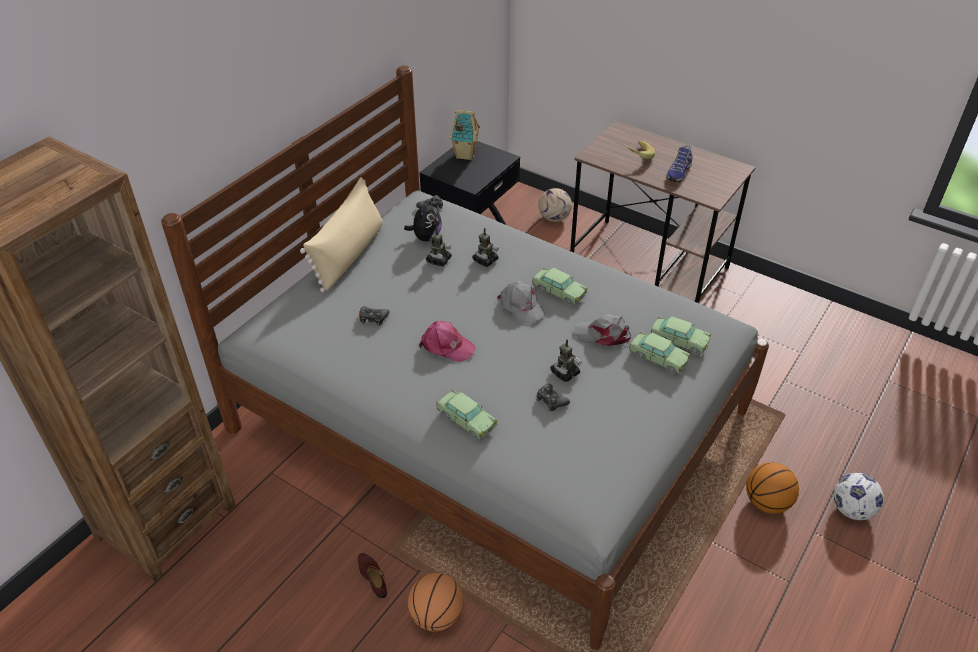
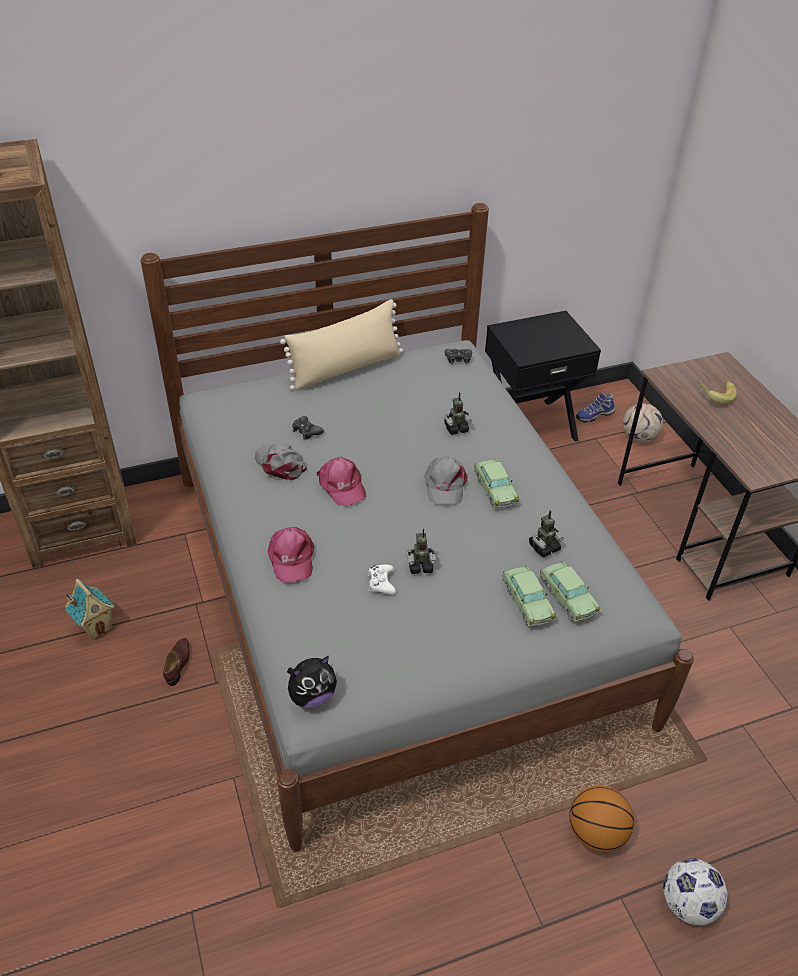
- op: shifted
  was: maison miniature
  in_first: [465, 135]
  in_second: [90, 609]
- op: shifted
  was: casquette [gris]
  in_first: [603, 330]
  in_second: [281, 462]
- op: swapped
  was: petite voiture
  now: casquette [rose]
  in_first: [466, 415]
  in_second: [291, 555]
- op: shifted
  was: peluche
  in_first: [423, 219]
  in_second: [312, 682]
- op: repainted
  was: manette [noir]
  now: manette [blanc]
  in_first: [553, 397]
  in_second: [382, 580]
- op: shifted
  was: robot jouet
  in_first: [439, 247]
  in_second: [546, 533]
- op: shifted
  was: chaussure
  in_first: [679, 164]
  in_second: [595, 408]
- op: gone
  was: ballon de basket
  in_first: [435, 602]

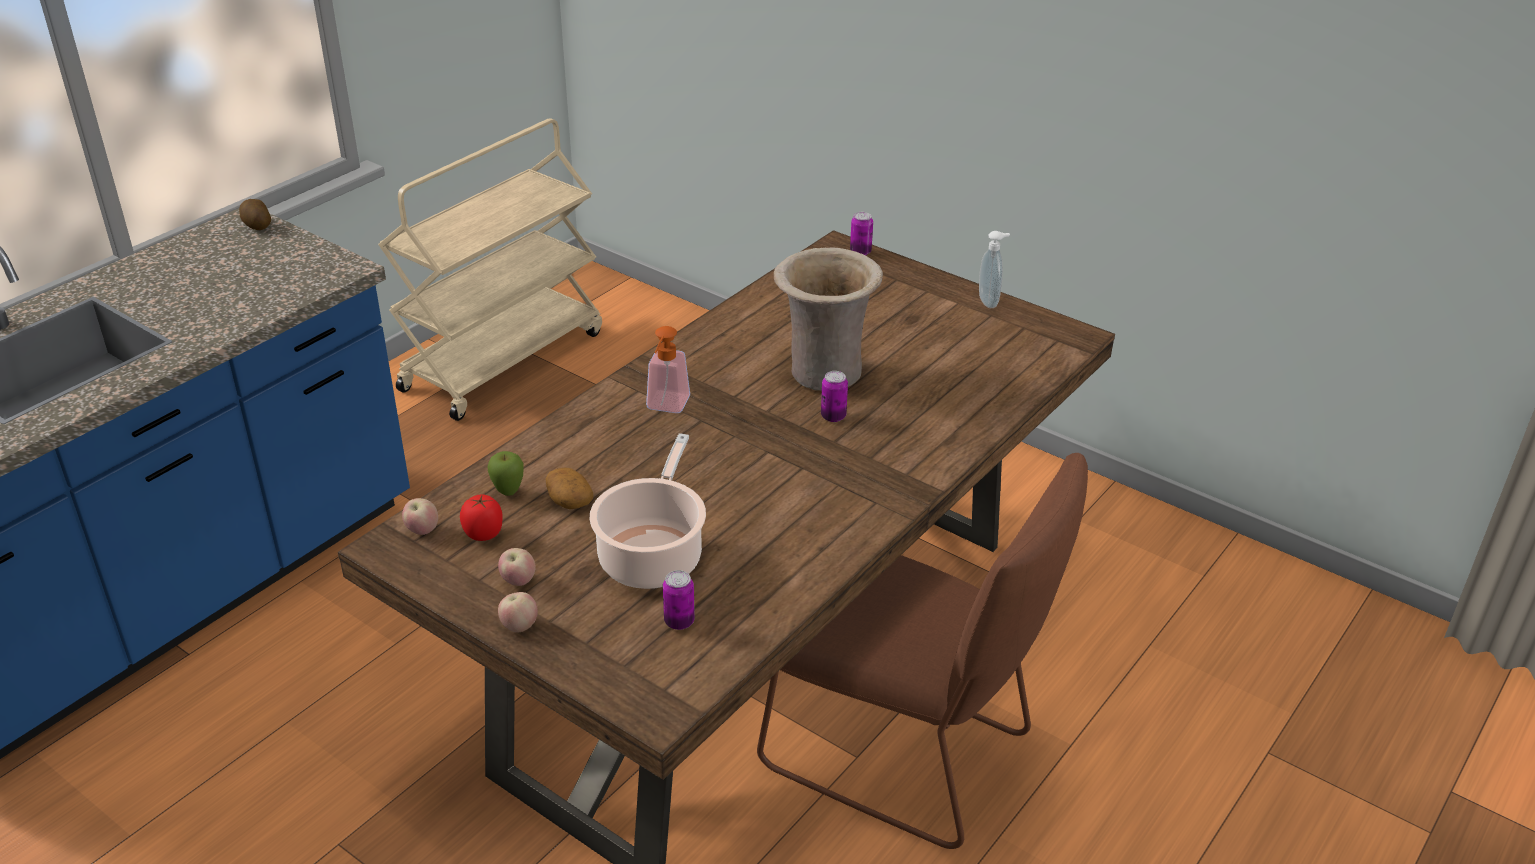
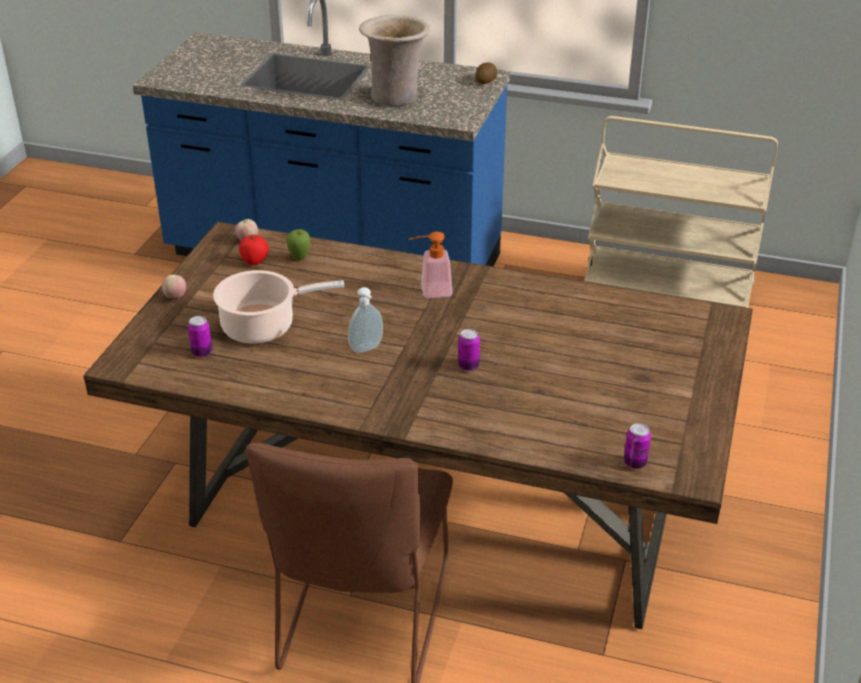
- op: shifted
  was: distributeur de savon
  in_first: [994, 269]
  in_second: [365, 320]
- op: shifted
  was: vase [beige]
  in_first: [828, 319]
  in_second: [394, 61]
- op: shifted
  was: boîte métallique
  in_first: [861, 233]
  in_second: [637, 446]
- op: gone
  was: pomme
  in_first: [517, 567]
- op: gone
  was: pomme de terre
  in_first: [570, 488]

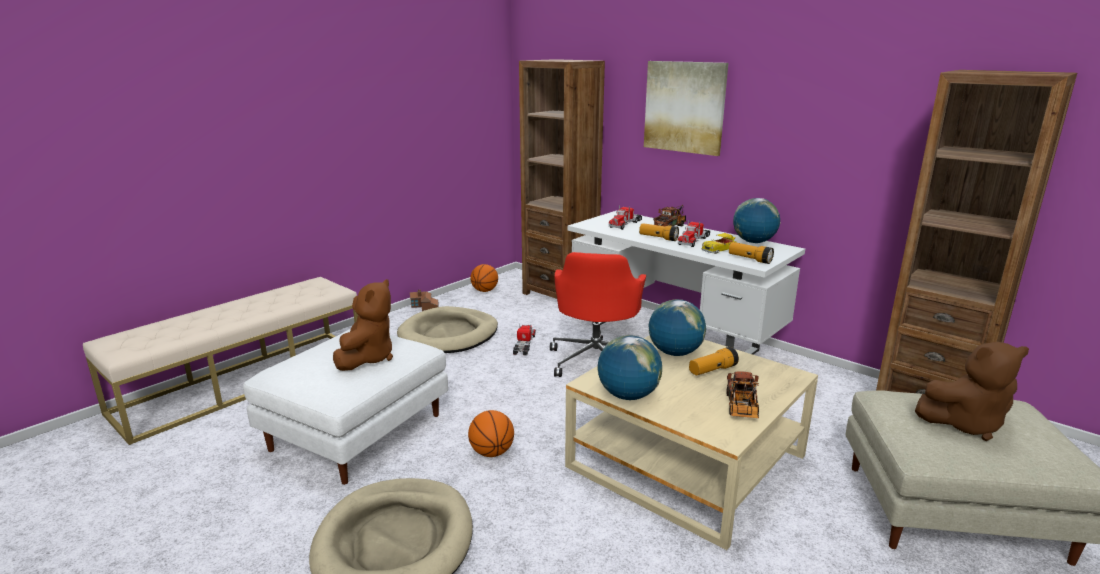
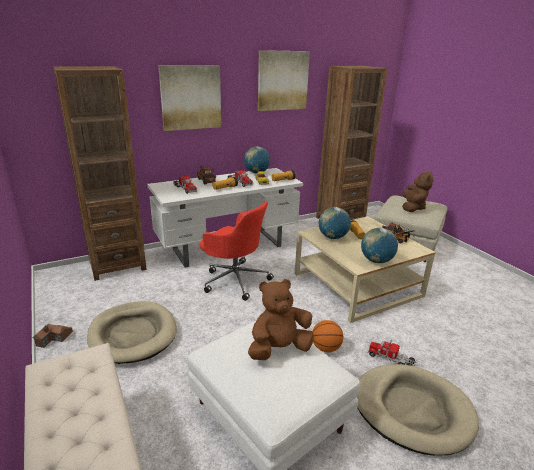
- op: rotated
  was: peluche [marron]
  in_first: [363, 325]
  in_second: [281, 319]
  clockwise: -60
- op: new
  now: tableau
  in_second: [284, 80]
- op: shifted
  was: camion jouet
  in_first: [524, 340]
  in_second: [392, 353]
- op: gone
  was: ballon de basket
  in_first: [484, 278]

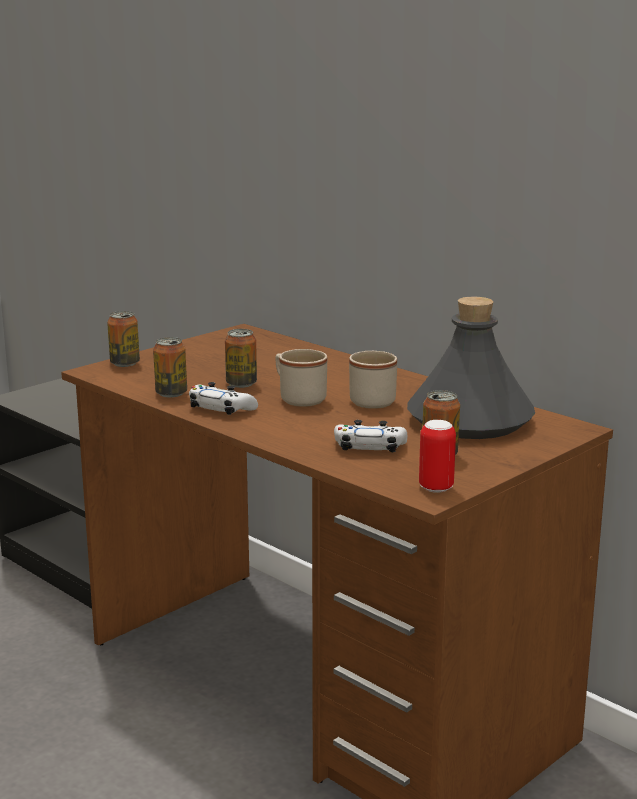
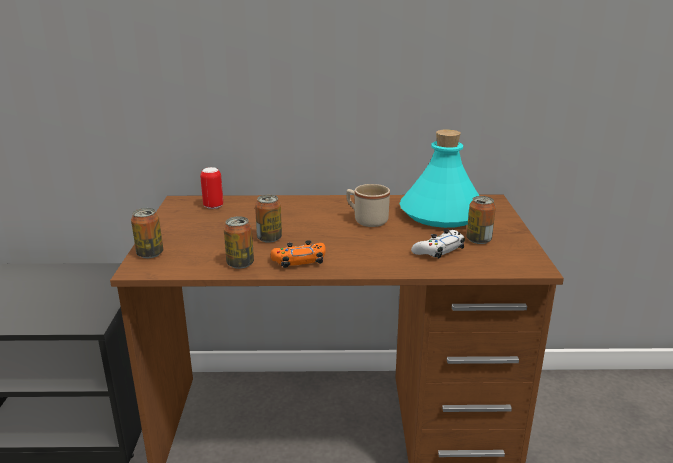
- op: shifted
  was: boîte métallique
  in_first: [437, 456]
  in_second: [211, 188]
- op: repainted
  was: manette [blanc]
  now: manette [orange]
  in_first: [223, 398]
  in_second: [298, 254]
- op: repainted
  was: bouteille [gris]
  now: bouteille [turquoise]
  in_first: [471, 368]
  in_second: [439, 178]
- op: gone
  was: mug [beige]
  in_first: [301, 378]

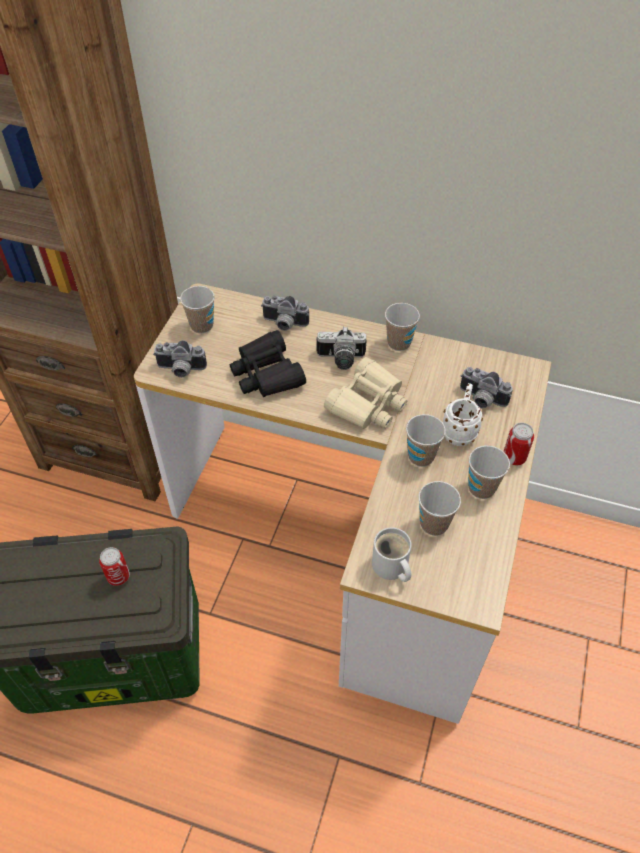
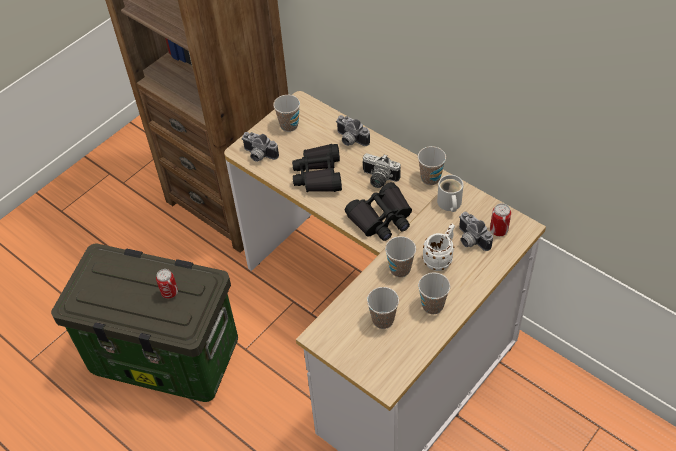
- op: repainted
  was: jumelles [beige]
  now: jumelles [noir]
  in_first: [365, 393]
  in_second: [378, 211]
- op: shifted
  was: mug [blanc]
  in_first: [392, 554]
  in_second: [450, 193]
- op: shifted
  was: boîte métallique
  in_first: [518, 444]
  in_second: [500, 219]

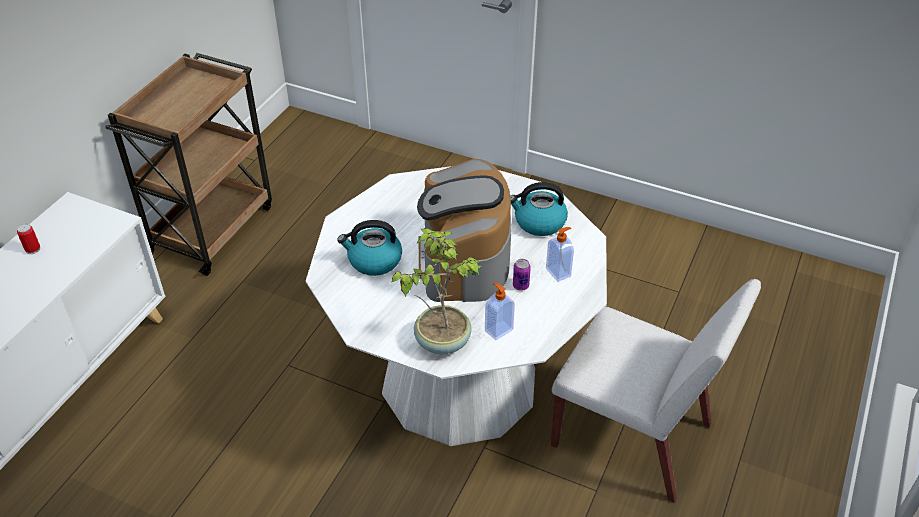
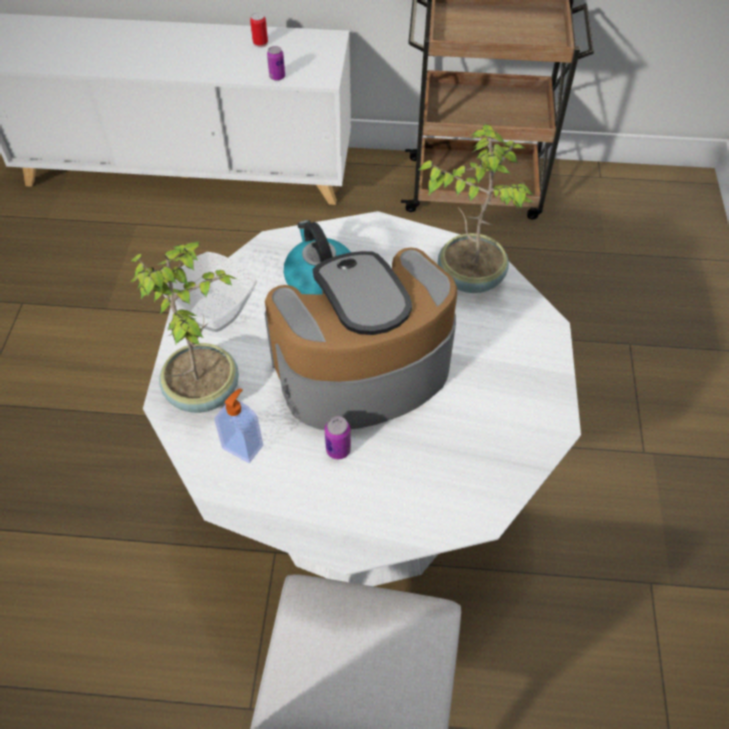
- op: new
  now: bol
  in_second: [210, 292]
- op: new
  now: boîte métallique
  in_second: [276, 63]
- op: new
  now: plante en pot
  in_second: [476, 208]
- op: gone
  was: bouilloire
  in_first: [539, 209]
- op: gone
  was: distributeur de savon
  in_first: [560, 254]

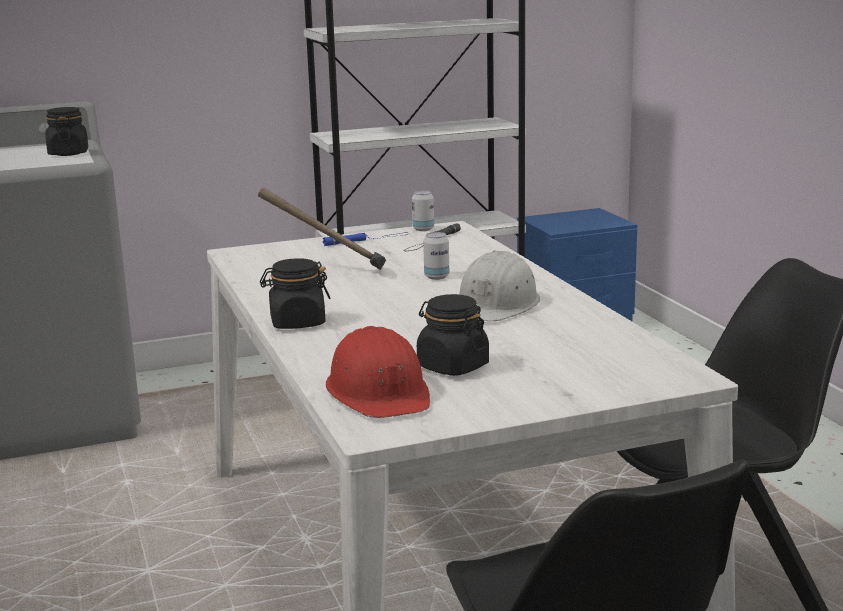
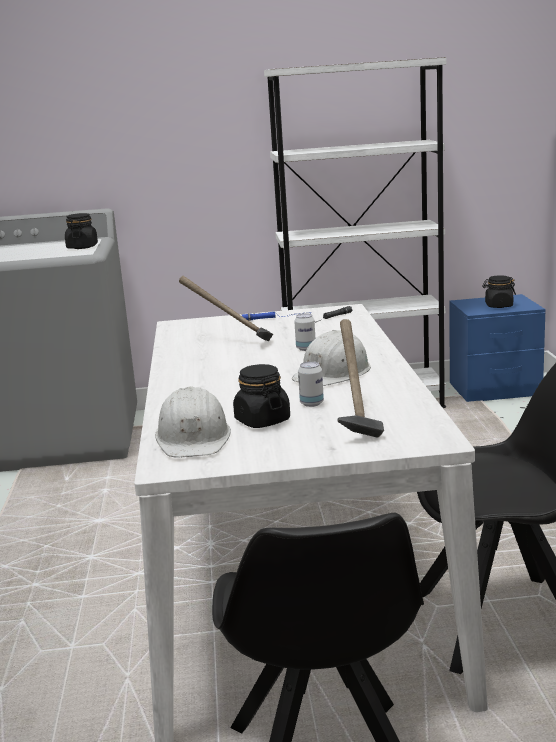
- op: repainted
  was: casque de chantier [rouge]
  now: casque de chantier [blanc]
  in_first: [378, 372]
  in_second: [193, 421]
- op: shifted
  was: boîte métallique
  in_first: [423, 210]
  in_second: [311, 384]
- op: new
  now: marteau
  in_second: [360, 378]
- op: shifted
  was: bocal [noir]
  in_first: [295, 293]
  in_second: [499, 291]

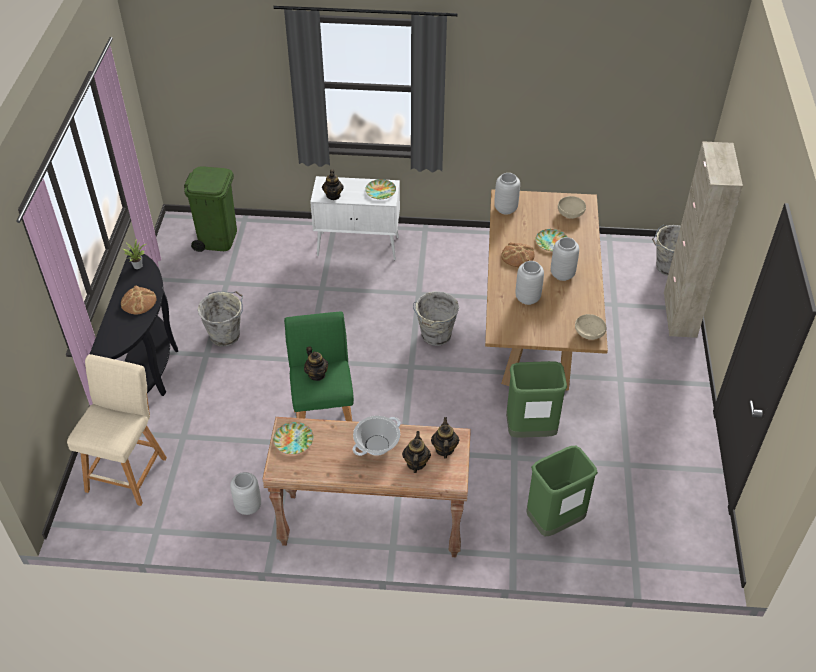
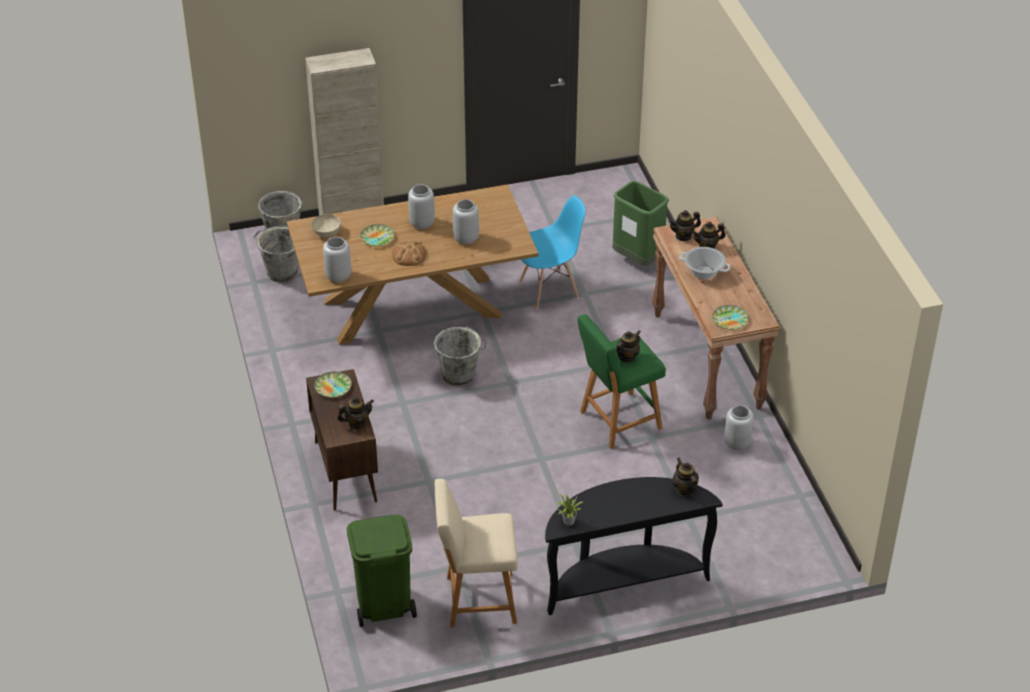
- op: shifted
  was: seau [gris]
  in_first: [220, 318]
  in_second: [276, 254]
- op: repainted
  was: meuble de rangement [blanc]
  now: meuble de rangement [marron]
  in_first: [355, 218]
  in_second: [342, 439]
- op: shifted
  was: tabouret [beige]
  in_first: [117, 430]
  in_second: [476, 553]
- op: swapped
  was: poubelle [vert]
  now: chaise [bleu]
  in_first: [536, 399]
  in_second: [552, 252]
- op: new
  now: théière
  in_second: [685, 477]
- op: gone
  was: pain
  in_first: [139, 300]
- op: gone
  was: bol [beige]
  in_first: [591, 327]

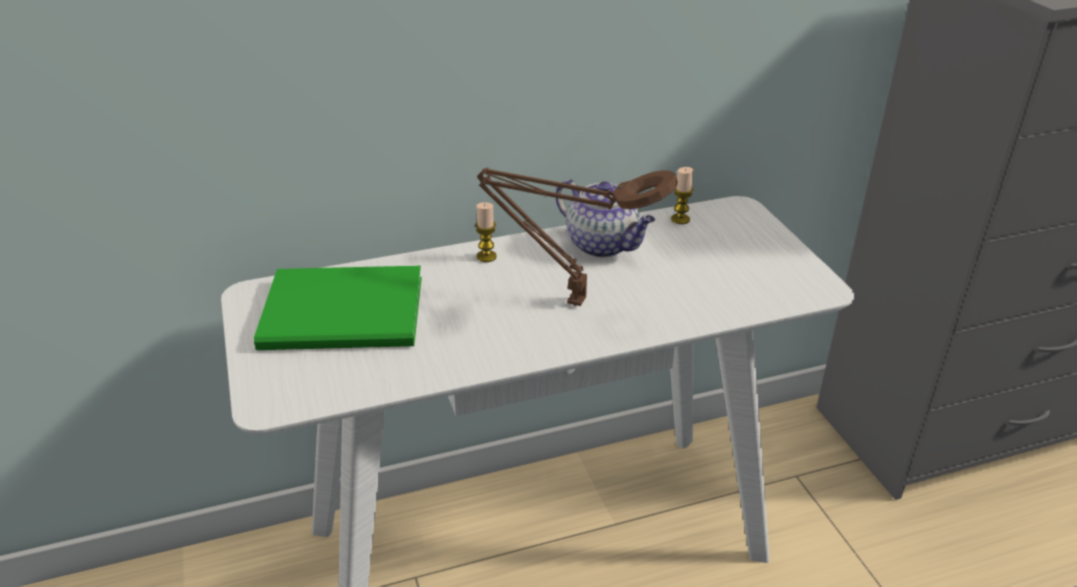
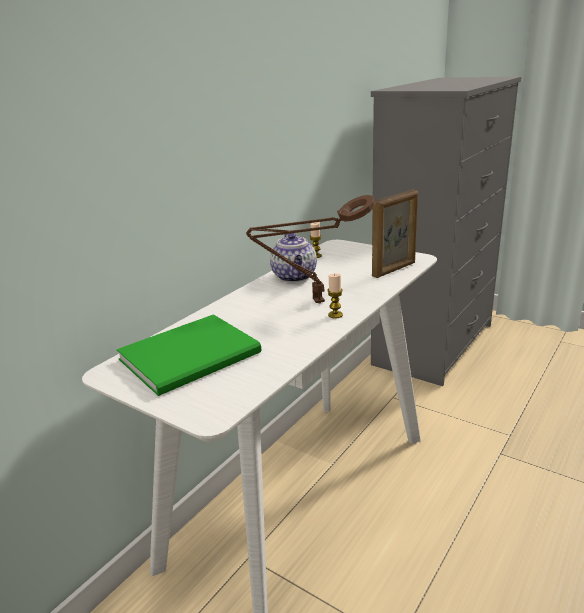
- op: rotated
  was: théière
  in_first: [605, 218]
  in_second: [293, 257]
  clockwise: 75
- op: shifted
  was: bougie
  in_first: [486, 232]
  in_second: [335, 295]
- op: new
  now: cadre photo
  in_second: [395, 234]

